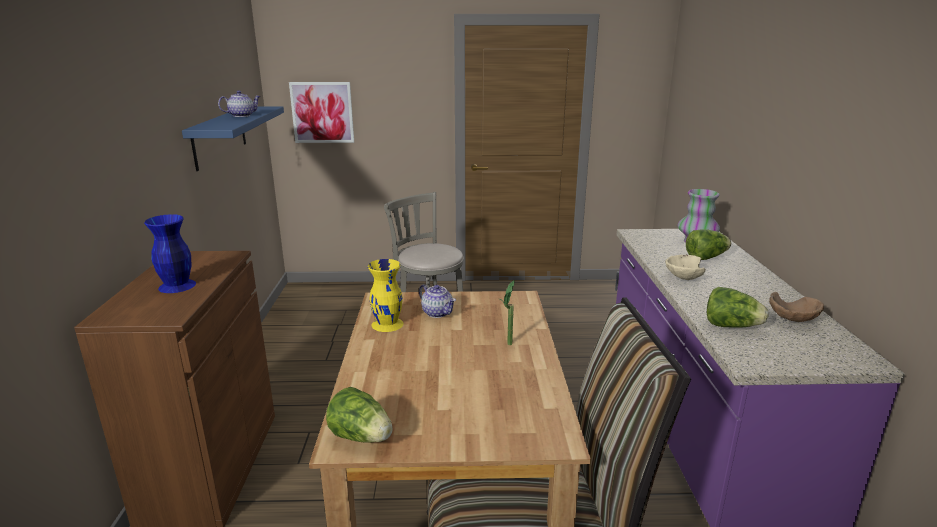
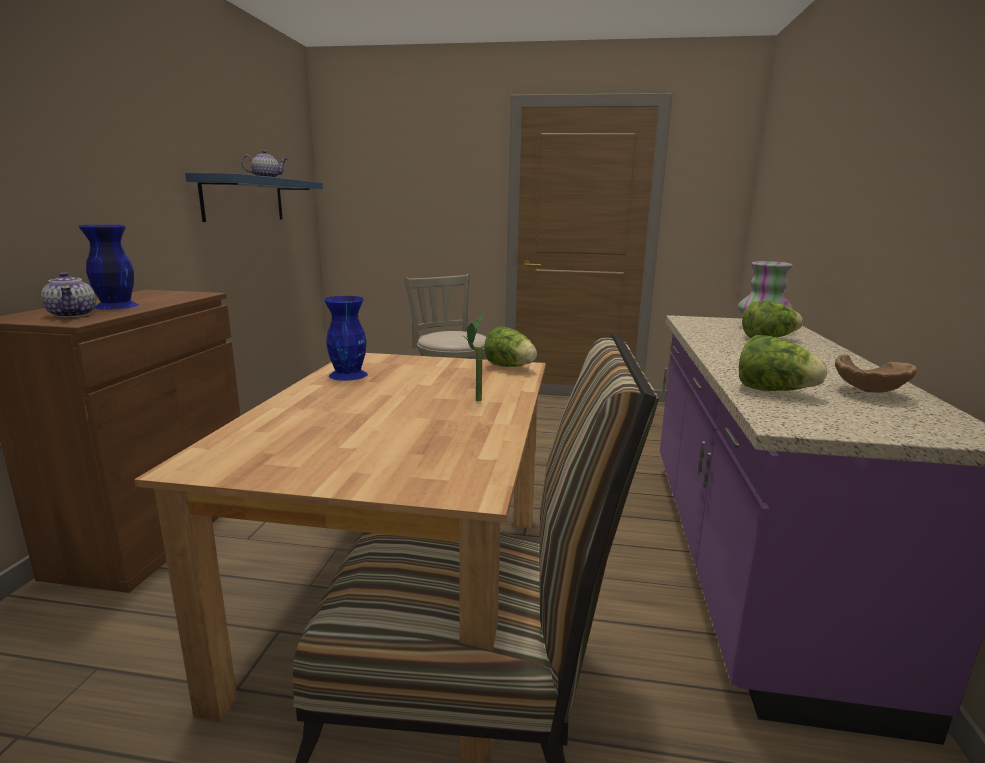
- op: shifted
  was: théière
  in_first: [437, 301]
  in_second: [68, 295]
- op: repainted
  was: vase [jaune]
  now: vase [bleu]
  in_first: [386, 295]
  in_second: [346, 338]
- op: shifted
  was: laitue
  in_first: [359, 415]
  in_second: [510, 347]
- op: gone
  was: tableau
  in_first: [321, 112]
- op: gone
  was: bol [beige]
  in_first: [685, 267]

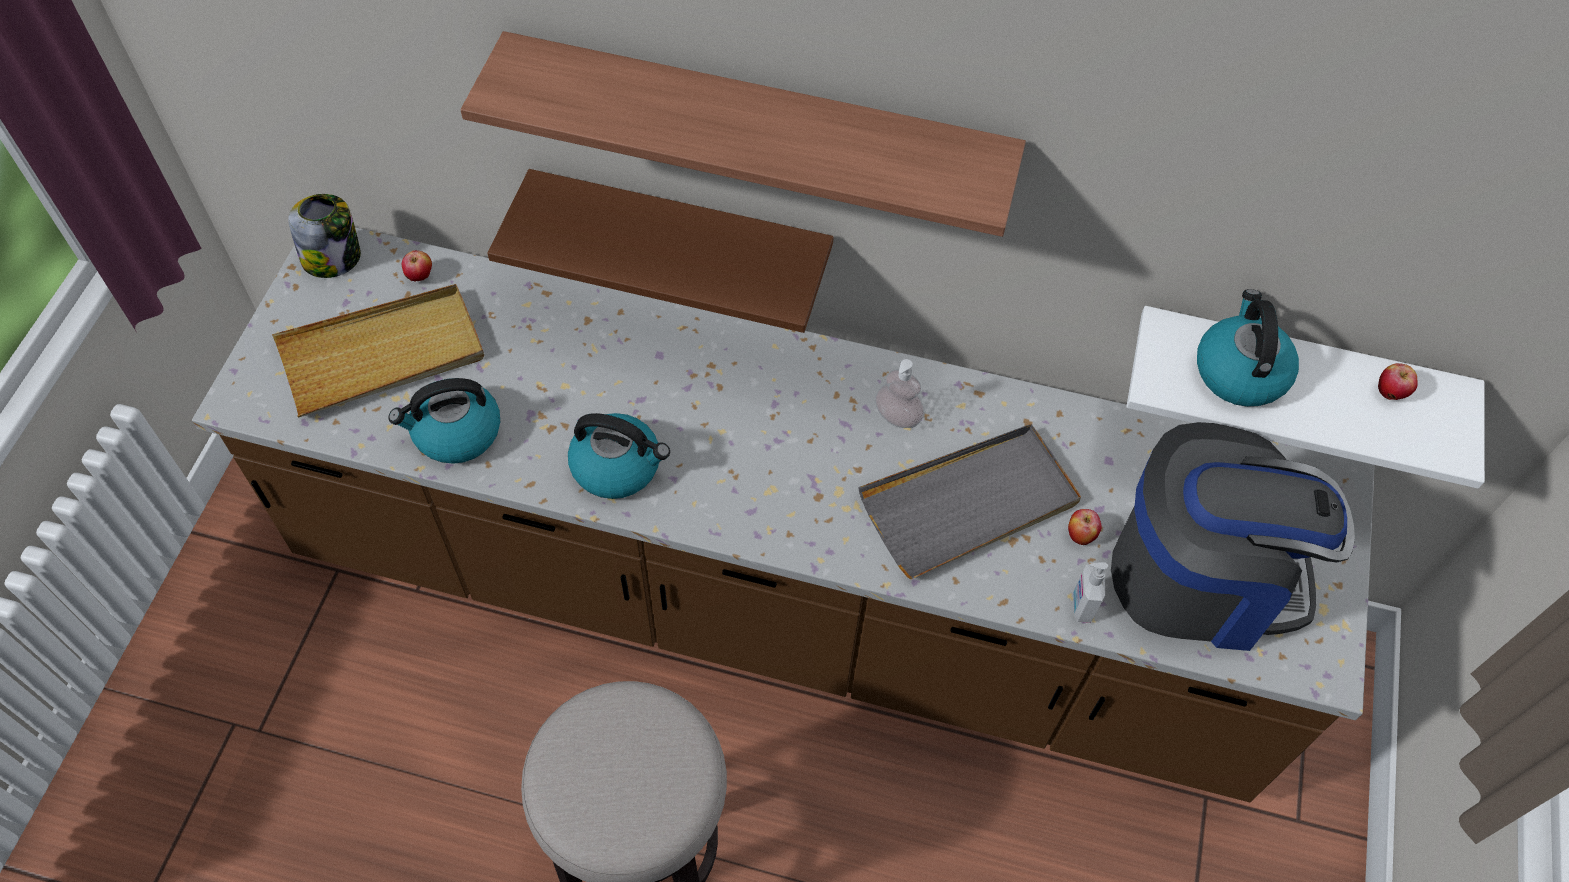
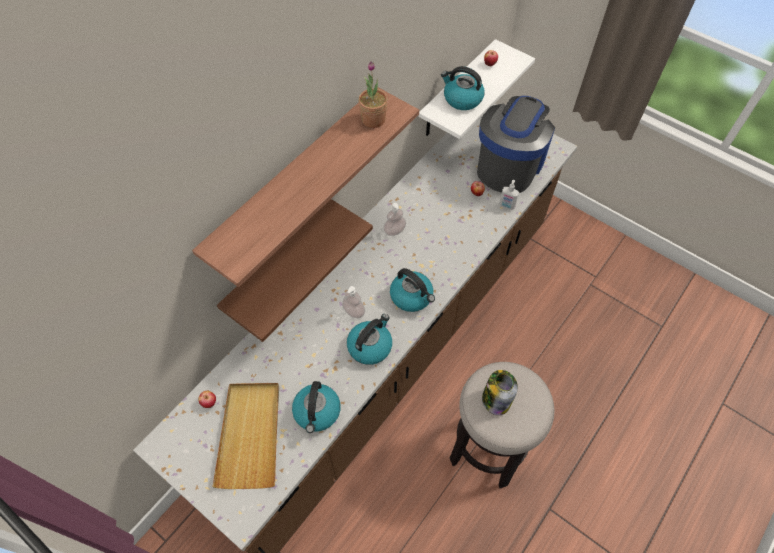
- op: new
  now: distributeur de savon
  in_second: [353, 302]
- op: new
  now: plante en pot
  in_second: [373, 94]
- op: new
  now: bouilloire
  in_second: [412, 290]
- op: shifted
  was: bocal
  in_first: [324, 236]
  in_second: [500, 392]
- op: gone
  was: plateau [gris]
  in_first: [969, 501]

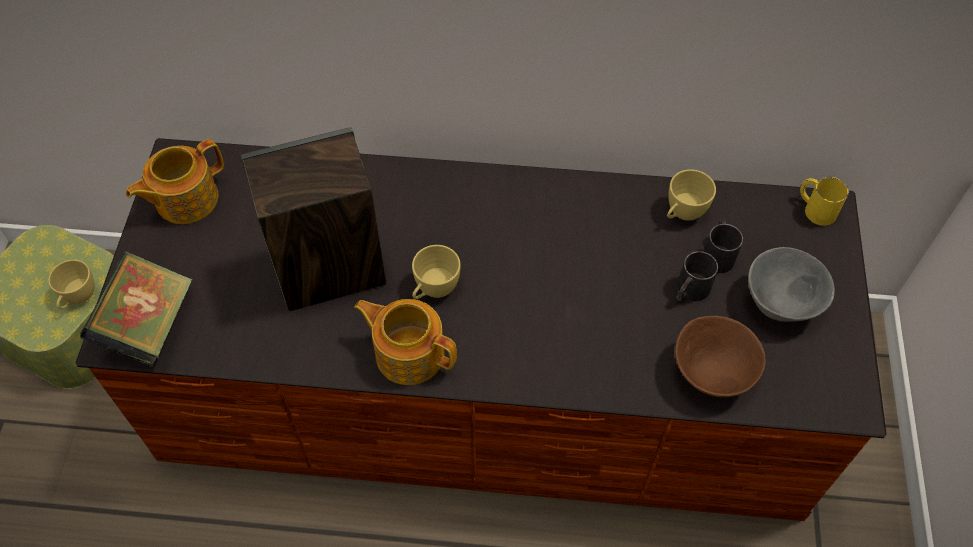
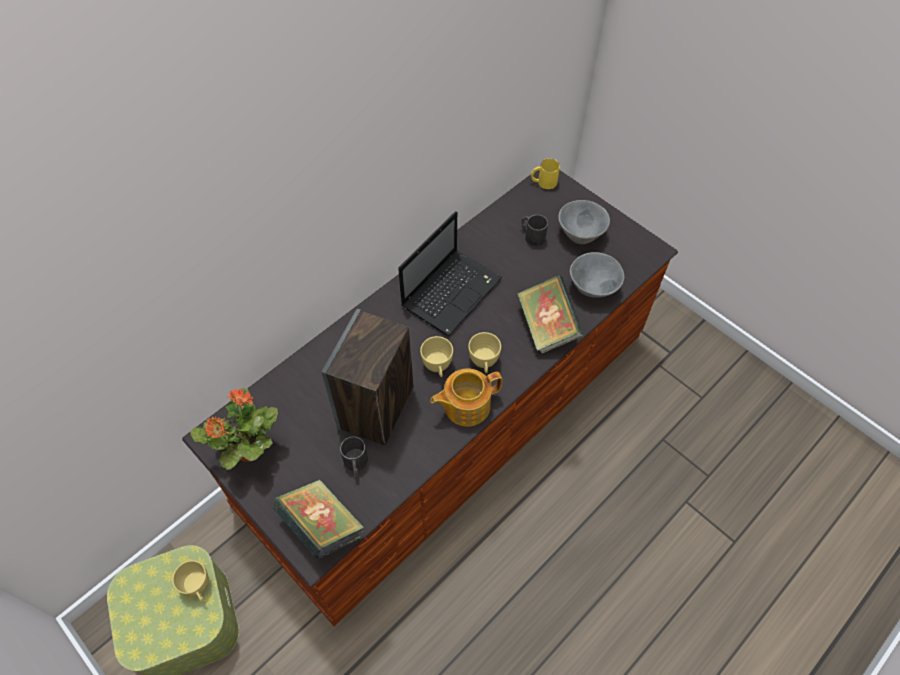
- op: swapped
  was: théière
  now: plante en pot
  in_first: [175, 181]
  in_second: [234, 429]
- op: shifted
  was: mug [noir]
  in_first: [697, 276]
  in_second: [354, 456]
- op: new
  now: ordinateur portable
  in_second: [450, 273]
- op: shifted
  was: tasse [jaune]
  in_first: [691, 195]
  in_second: [484, 352]
- op: new
  now: livre
  in_second: [550, 314]
- op: repainted
  was: bol [marron]
  now: bol [gris]
  in_first: [720, 356]
  in_second: [597, 275]

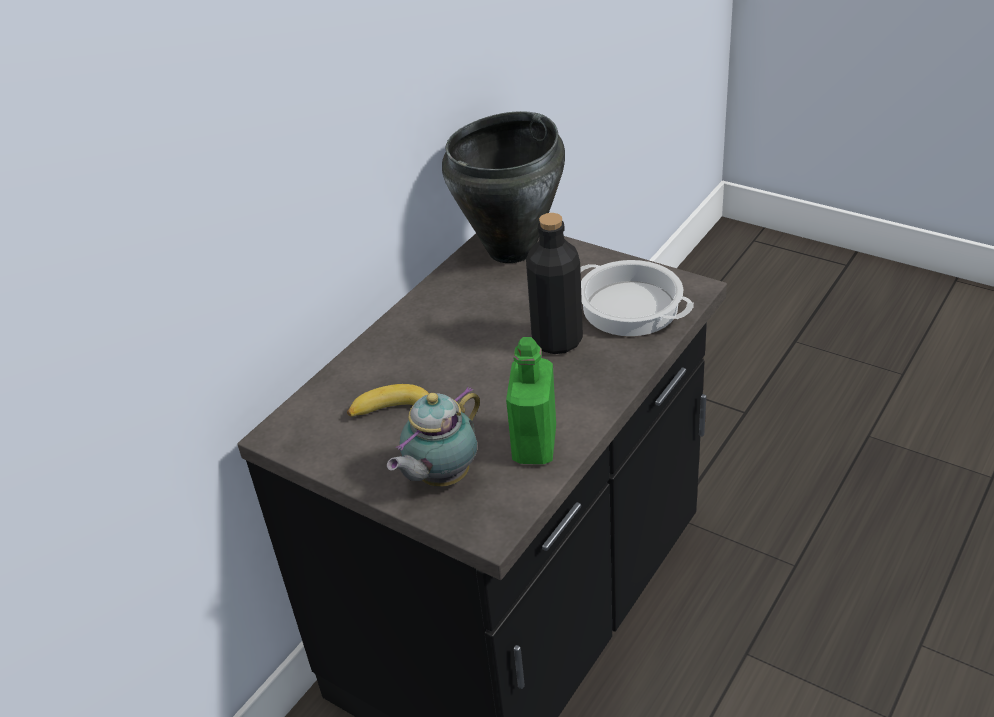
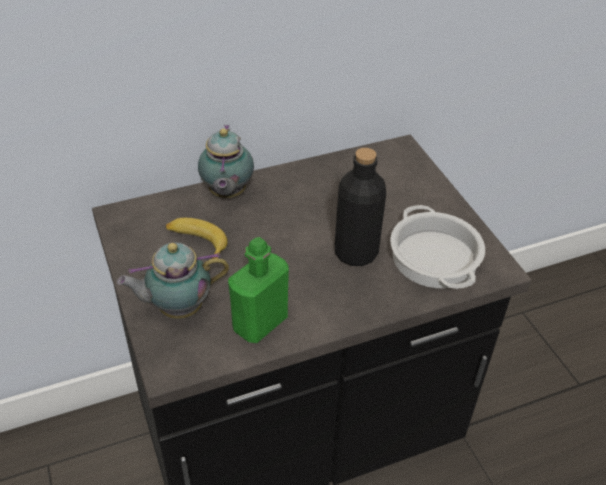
- op: new
  now: théière
  in_second: [226, 161]
- op: gone
  was: marmite [noir]
  in_first: [503, 187]

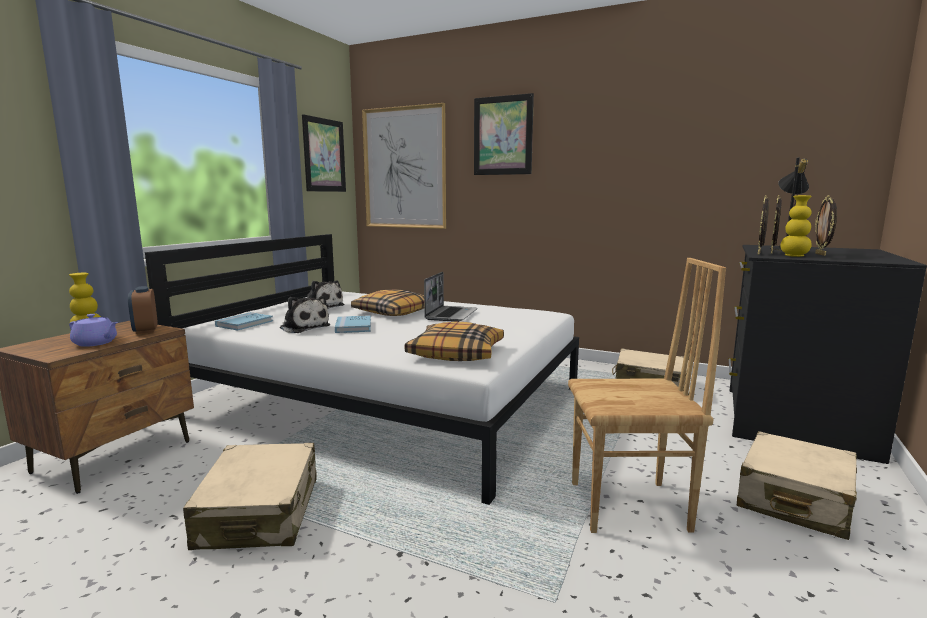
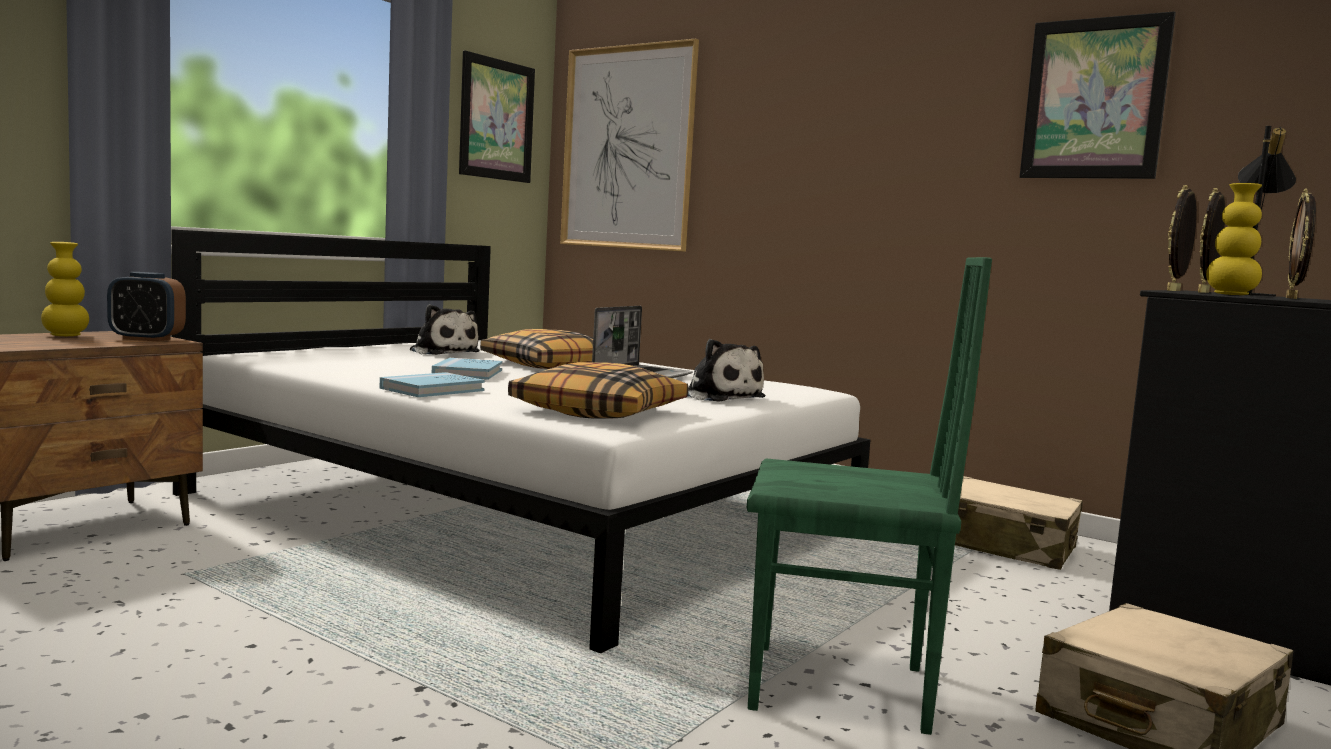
- op: rotated
  was: réveil
  in_first: [142, 310]
  in_second: [146, 307]
  clockwise: -75
- op: shifted
  was: livre [bleu]
  in_first: [244, 321]
  in_second: [432, 384]
- op: shifted
  was: peluche
  in_first: [305, 314]
  in_second: [727, 370]
- op: repainted
  was: chaise [marron]
  now: chaise [vert]
  in_first: [647, 395]
  in_second: [869, 496]
- op: shifted
  was: tableau
  in_first: [504, 134]
  in_second: [1098, 95]
- op: gone
  was: théière [violet]
  in_first: [93, 330]
- op: gone
  was: valise [beige]
  in_first: [250, 496]

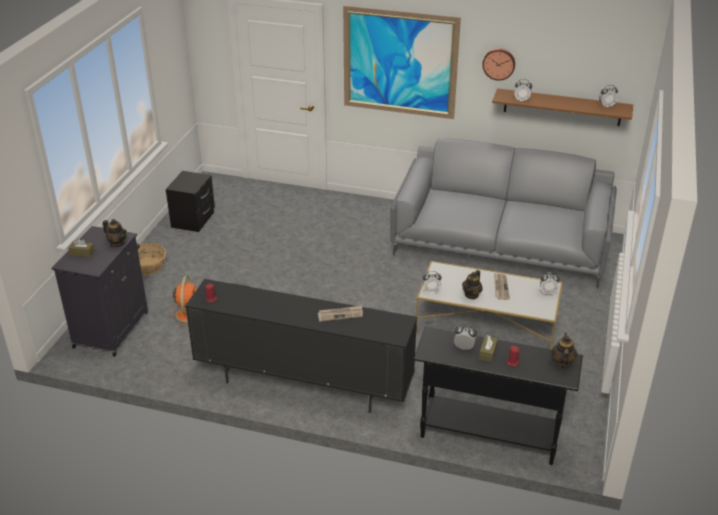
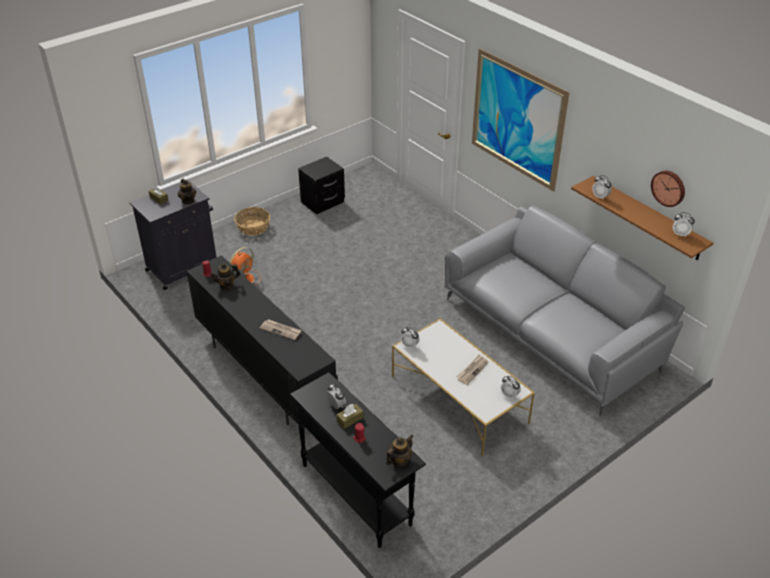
- op: shifted
  was: théière
  in_first: [472, 284]
  in_second: [225, 276]
- op: shifted
  was: horloge murale
  in_first: [498, 64]
  in_second: [668, 189]

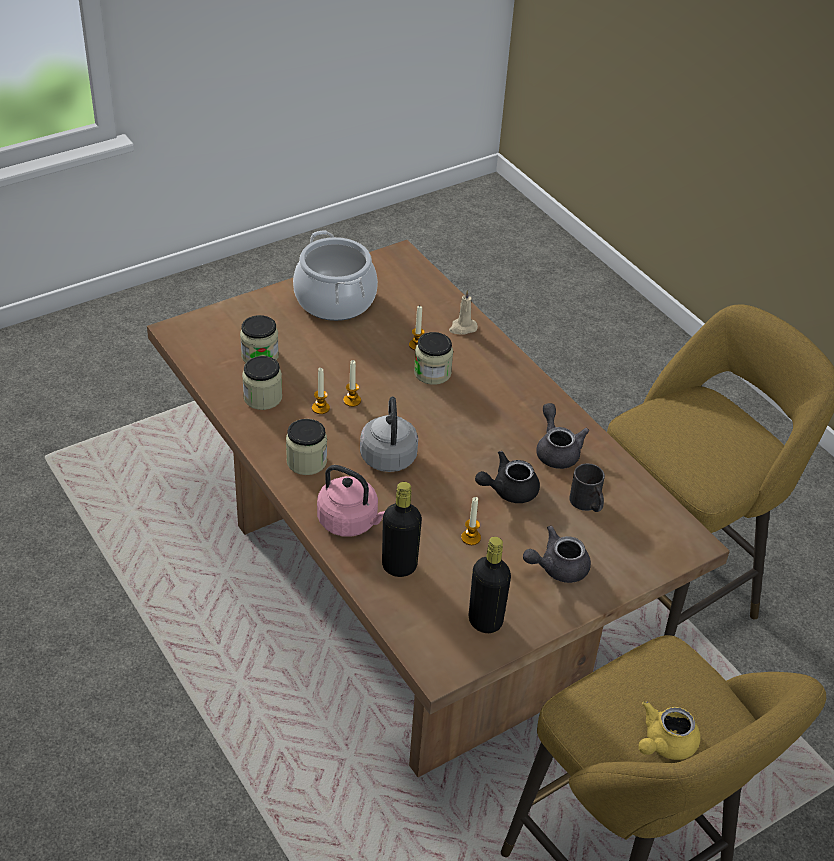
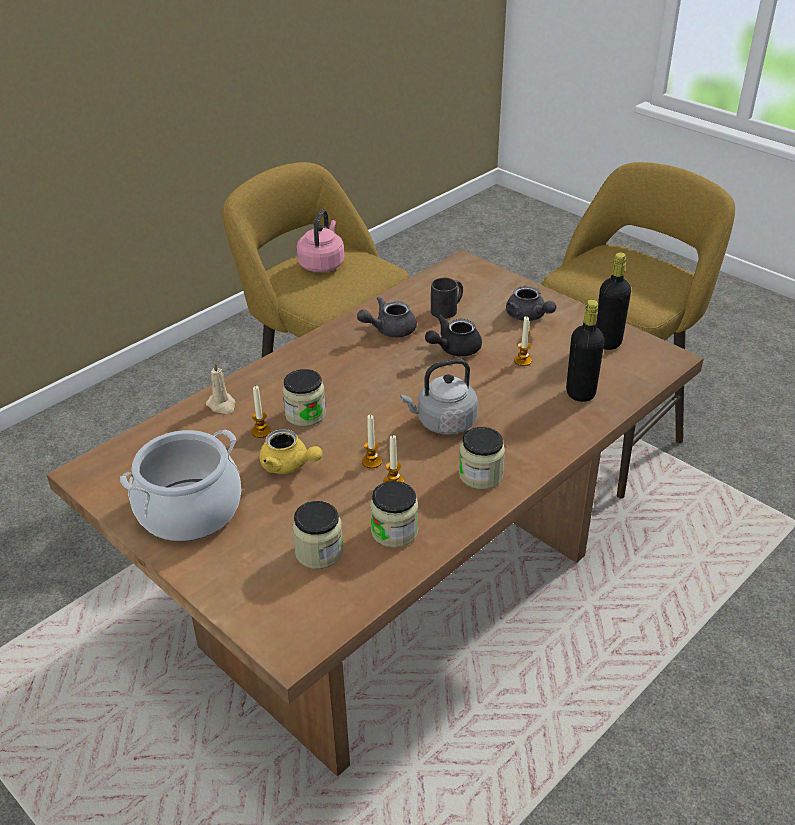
- op: shifted
  was: théière [jaune]
  in_first: [669, 730]
  in_second: [291, 451]
- op: shifted
  was: bouilloire [rose]
  in_first: [351, 501]
  in_second: [320, 241]
- op: rotated
  was: théière [noir]
  in_first: [507, 477]
  in_second: [453, 335]
  clockwise: 90

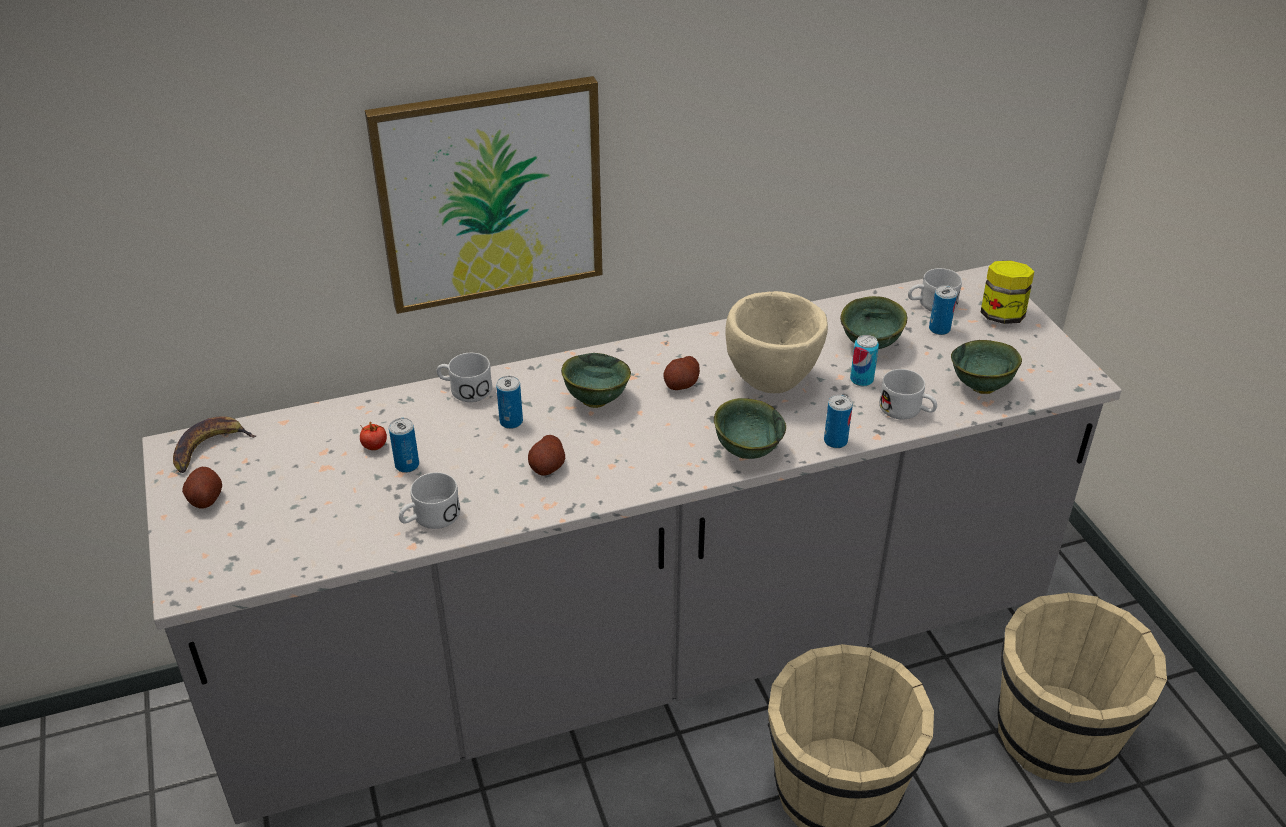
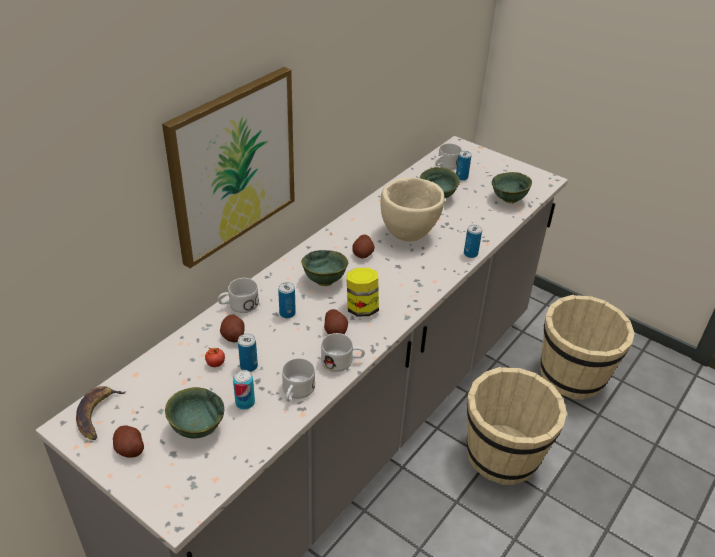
- op: shifted
  was: bol [vert]
  in_first: [750, 428]
  in_second: [194, 412]
- op: new
  now: pomme de terre
  in_second: [232, 329]
- op: shifted
  was: boîte métallique
  in_first: [864, 360]
  in_second: [244, 390]
- op: shifted
  was: mug [blanc]
  in_first: [908, 394]
  in_second: [343, 352]
- op: shifted
  was: bocal
  in_first: [1007, 292]
  in_second: [363, 292]

